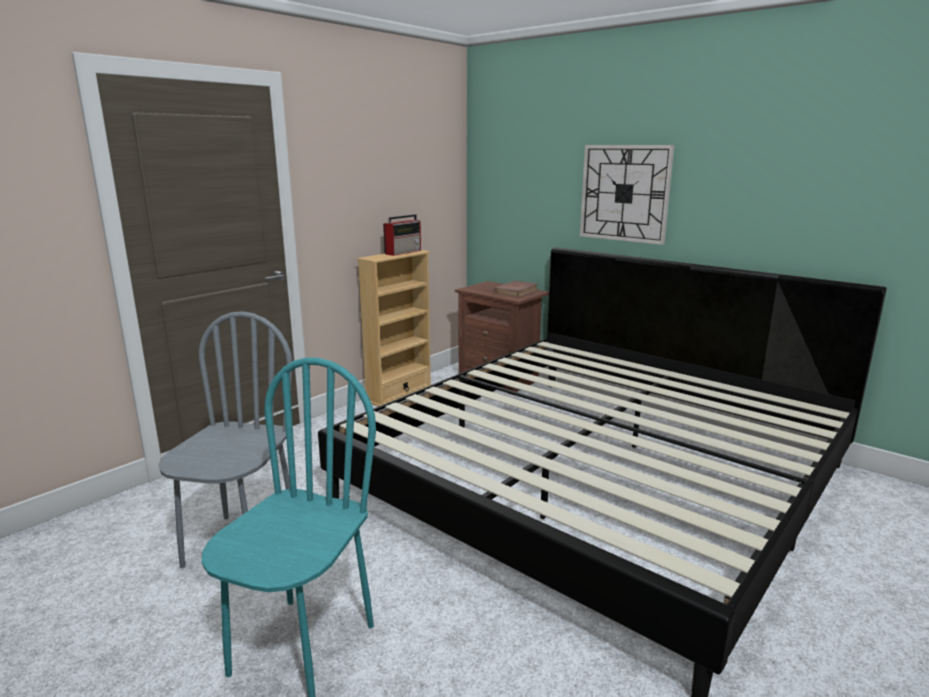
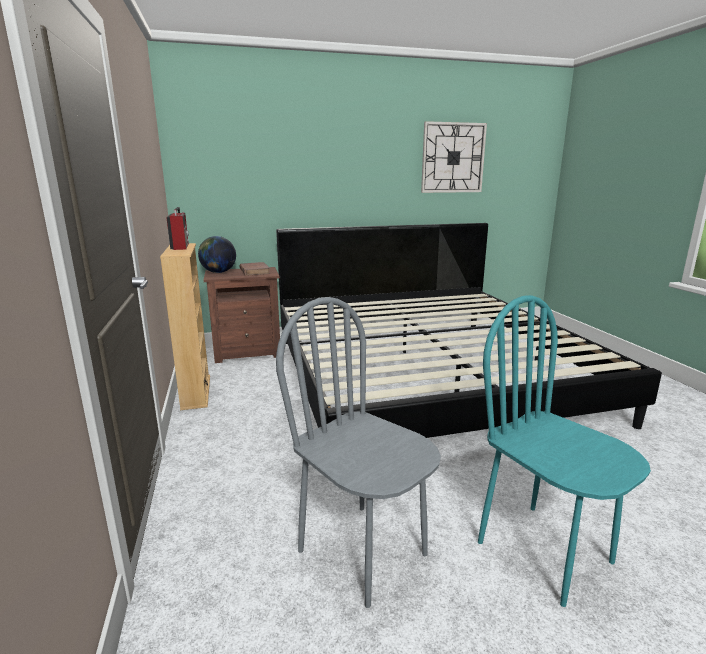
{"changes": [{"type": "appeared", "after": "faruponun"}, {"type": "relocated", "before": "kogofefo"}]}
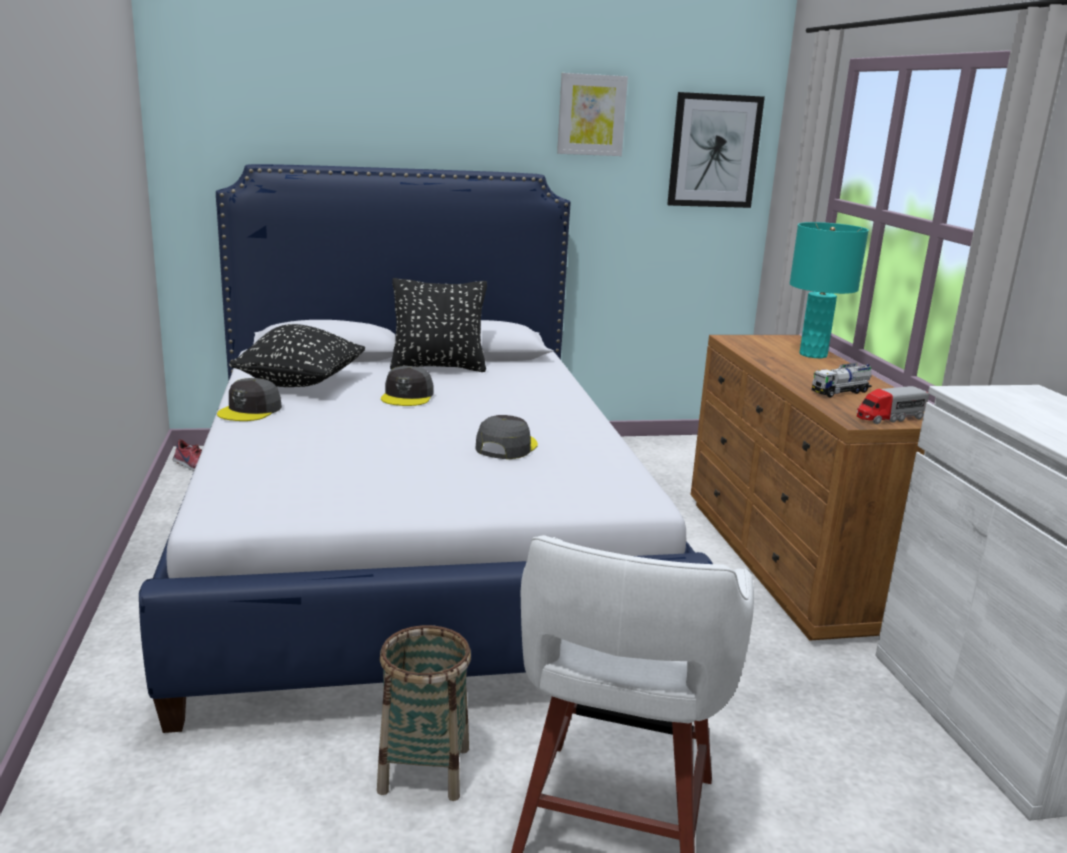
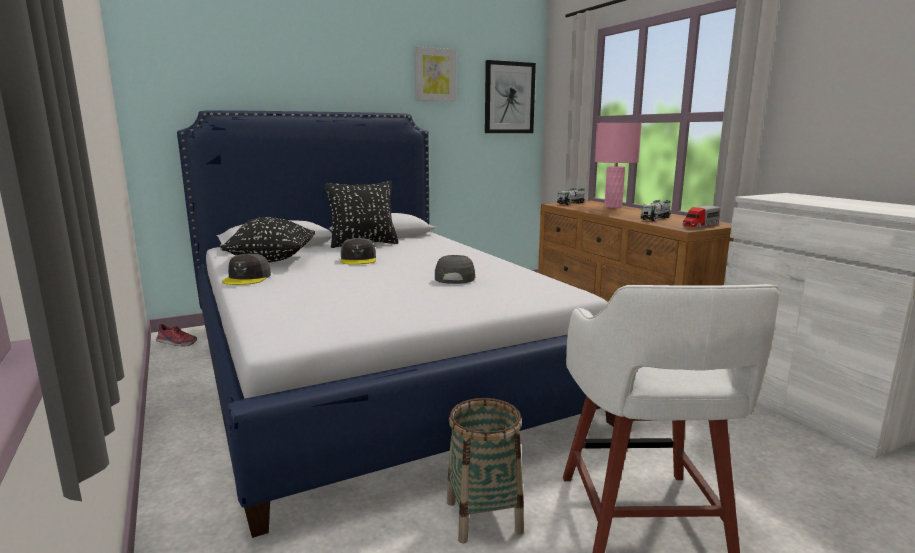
{"changes": [{"type": "appeared", "after": "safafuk (no. 1 from left)"}, {"type": "colour", "before": "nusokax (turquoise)", "after": "nusokax (pink)"}]}
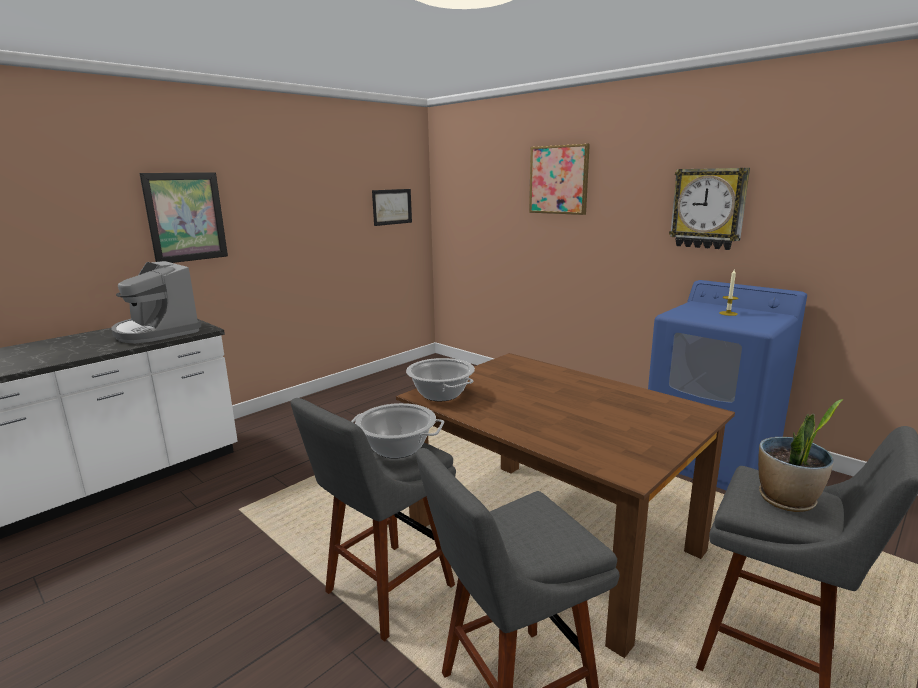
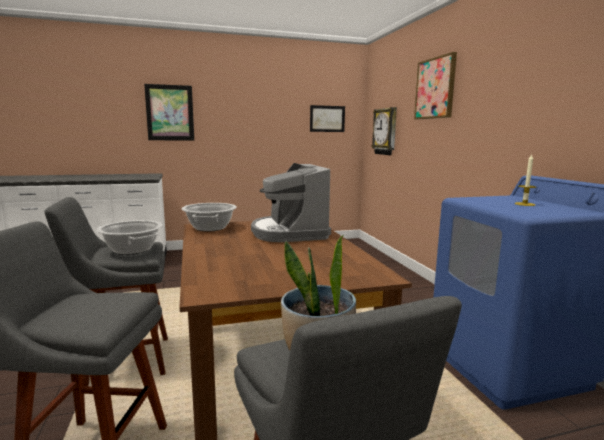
{"changes": [{"type": "relocated", "before": "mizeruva"}, {"type": "relocated", "before": "kogofefo"}]}
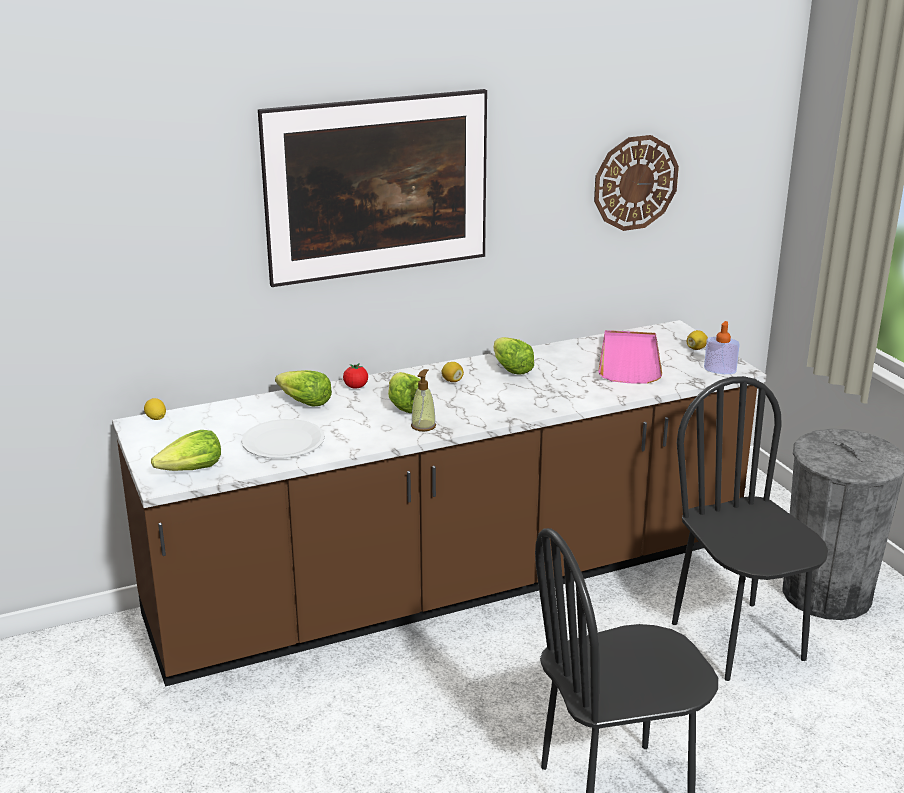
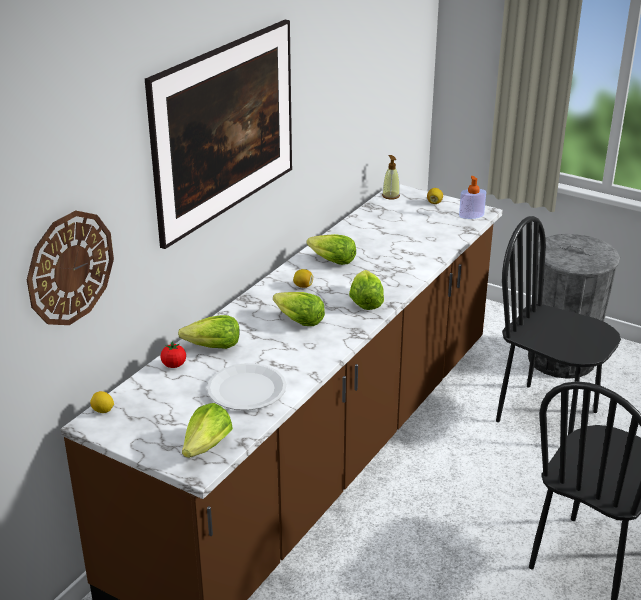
{"changes": [{"type": "relocated", "before": "kogofefo"}, {"type": "relocated", "before": "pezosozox"}, {"type": "appeared", "after": "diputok (no. 5 from left)"}, {"type": "relocated", "before": "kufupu (no. 1 from left)"}, {"type": "missing", "before": "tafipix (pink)"}]}
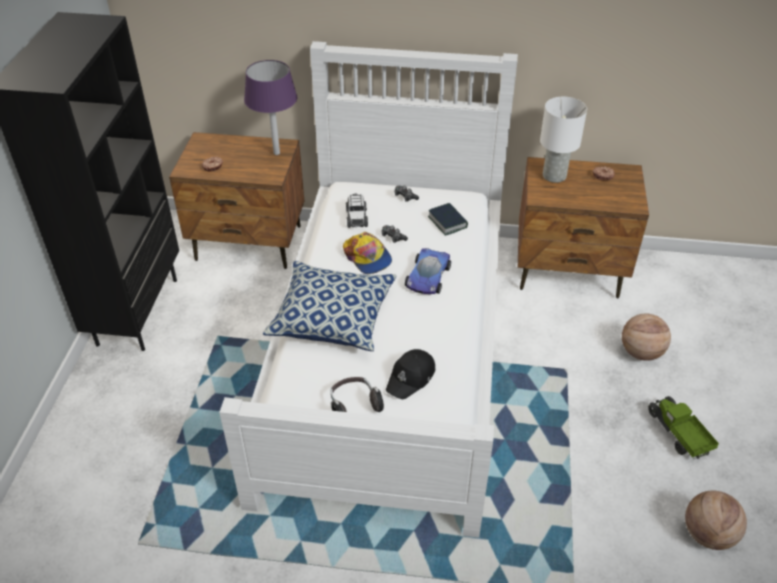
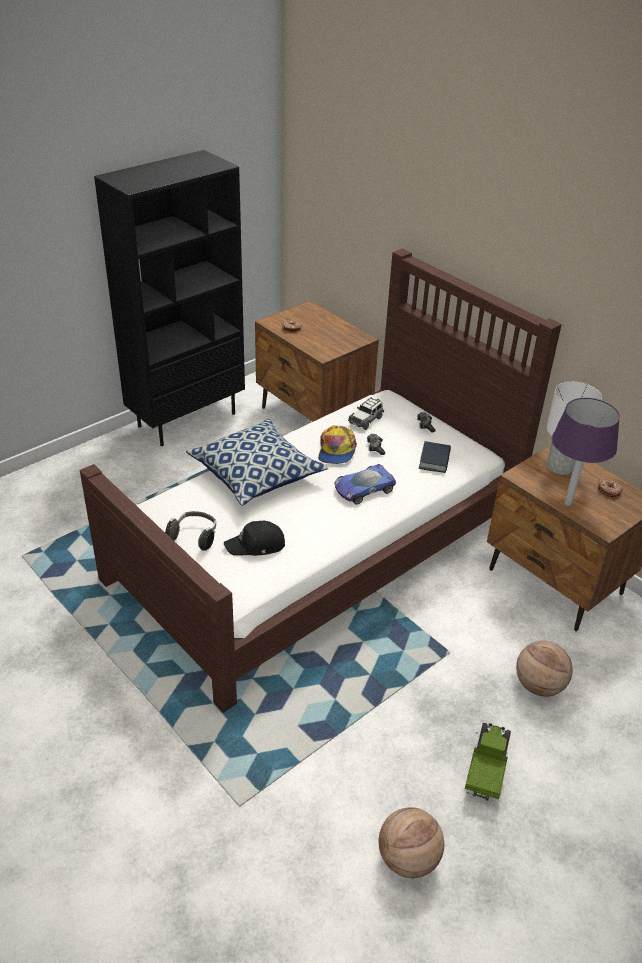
{"changes": [{"type": "colour", "before": "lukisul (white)", "after": "lukisul (brown)"}, {"type": "relocated", "before": "nusokax (purple)"}]}
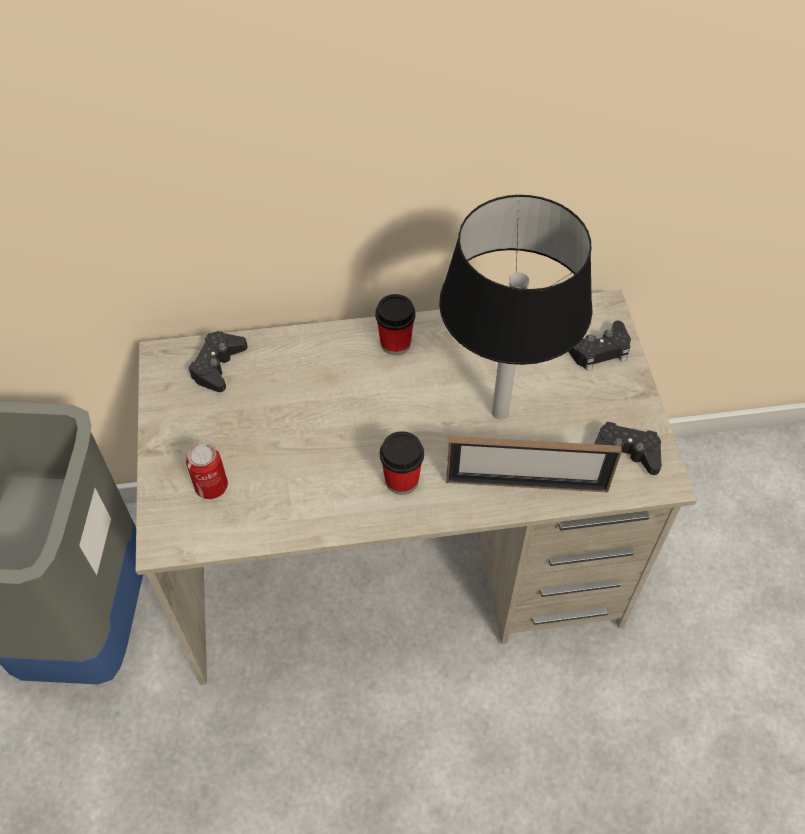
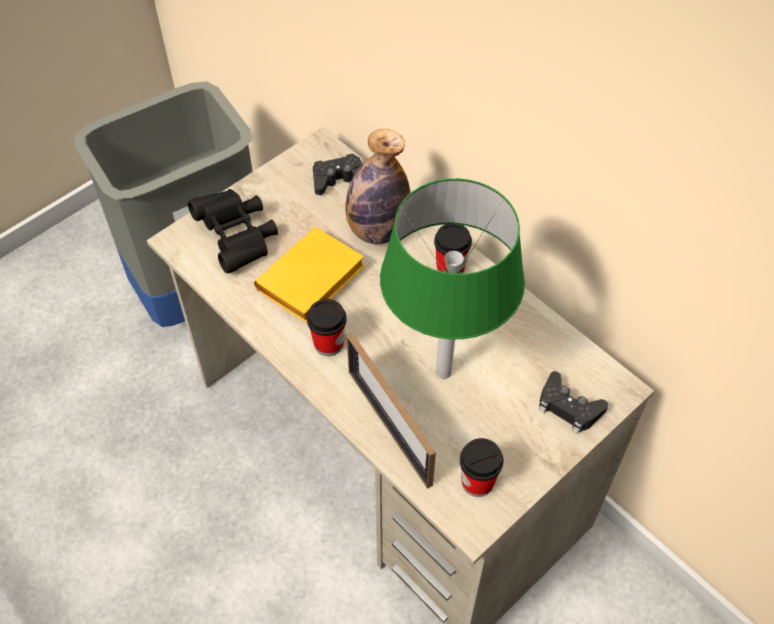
{"changes": [{"type": "exchanged", "before": "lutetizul", "after": "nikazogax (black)"}, {"type": "appeared", "after": "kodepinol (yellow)"}, {"type": "appeared", "after": "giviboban"}, {"type": "colour", "before": "nusokax (black)", "after": "nusokax (green)"}, {"type": "exchanged", "before": "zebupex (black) (no. 3 from left)", "after": "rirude (no. 3 from left)"}]}
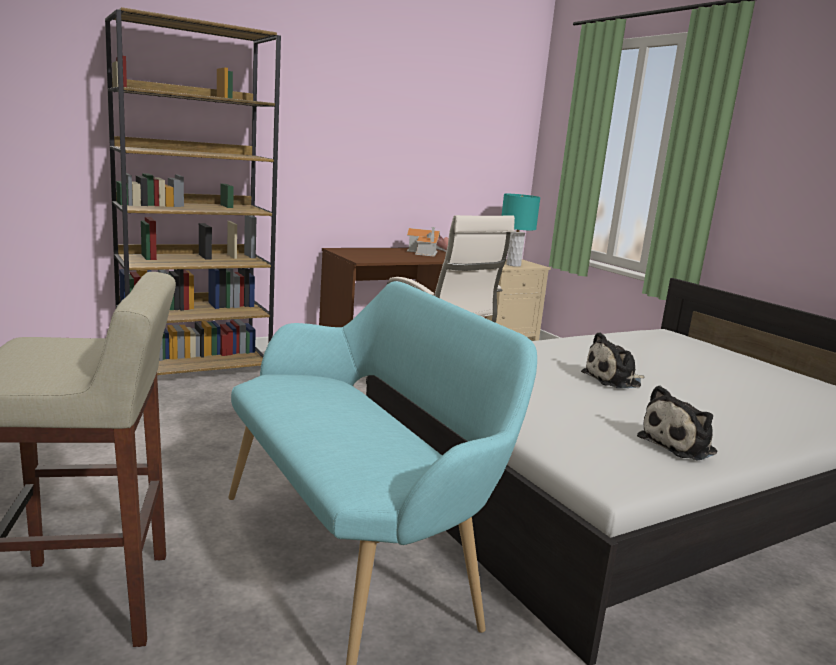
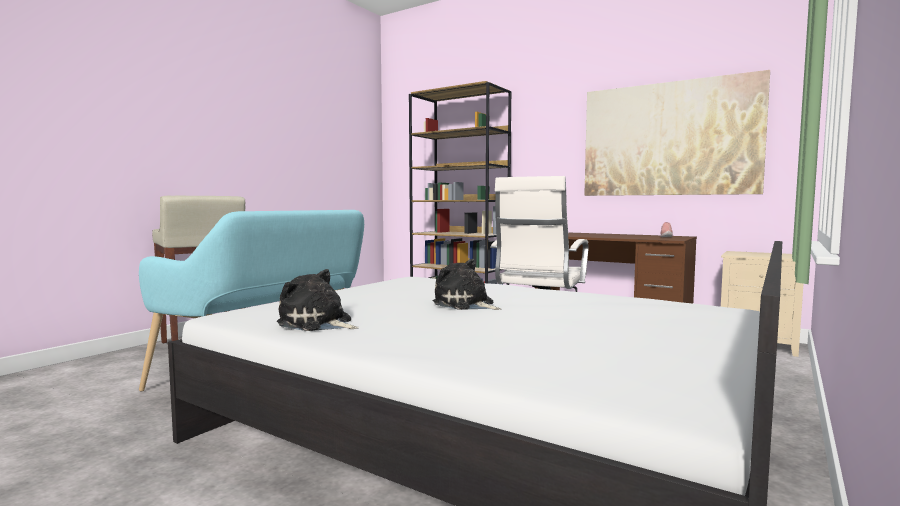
{"changes": [{"type": "appeared", "after": "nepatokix"}, {"type": "missing", "before": "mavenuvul"}, {"type": "missing", "before": "nusokax (turquoise)"}]}
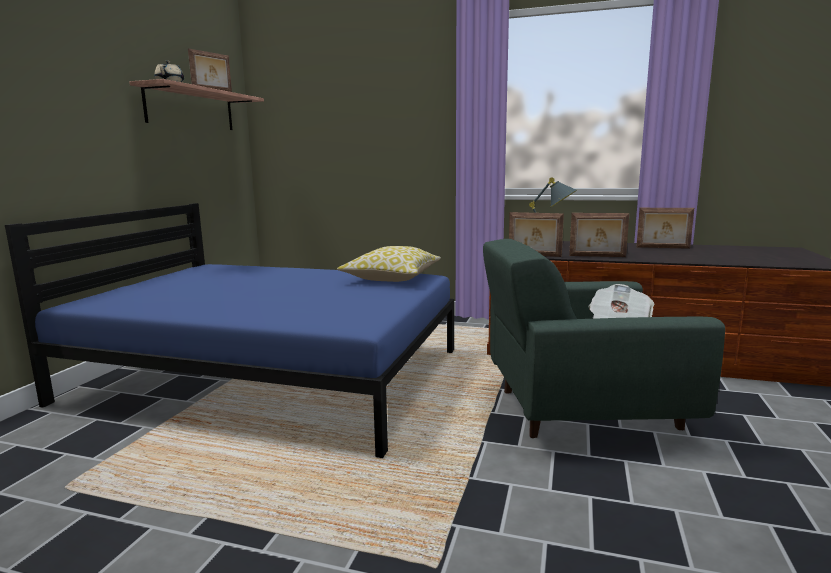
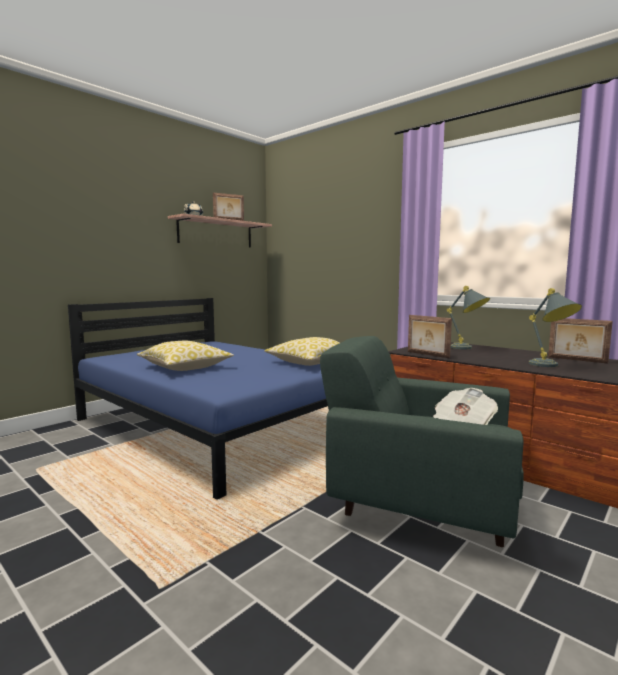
{"changes": [{"type": "appeared", "after": "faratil (no. 1 from left)"}, {"type": "appeared", "after": "nusokax (grey) (no. 2 from left)"}, {"type": "missing", "before": "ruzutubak (no. 3 from left)"}]}
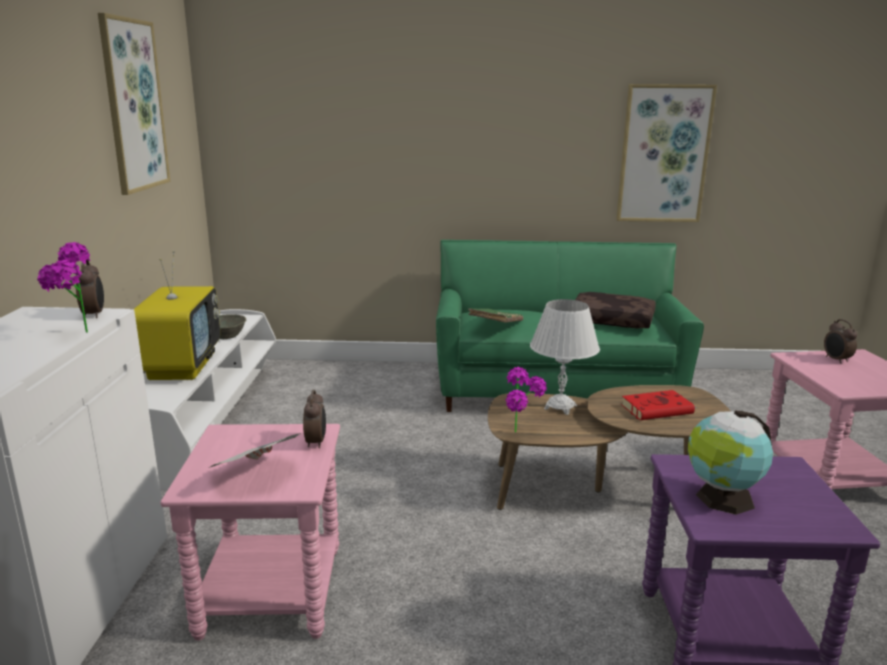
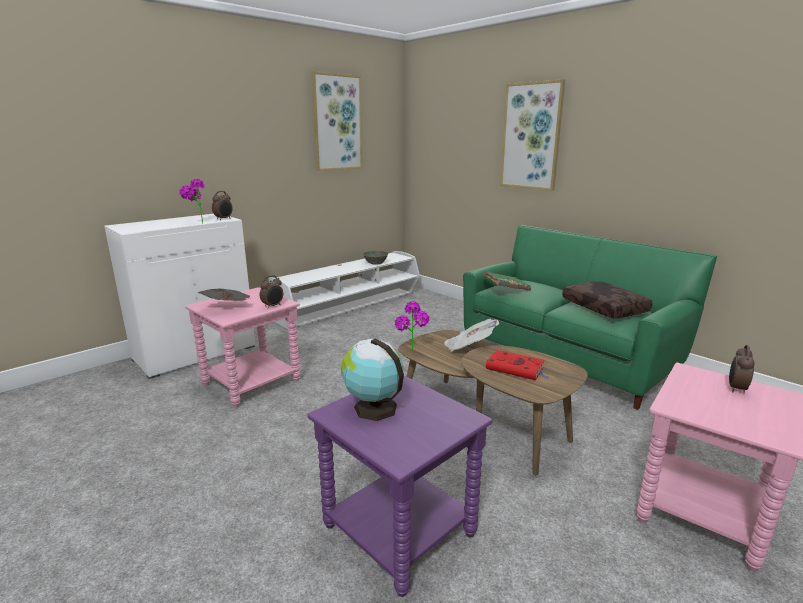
{"changes": [{"type": "exchanged", "before": "nusokax (white)", "after": "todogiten (no. 2 from left)"}, {"type": "relocated", "before": "nepatokix (no. 2 from left)"}, {"type": "missing", "before": "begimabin"}]}
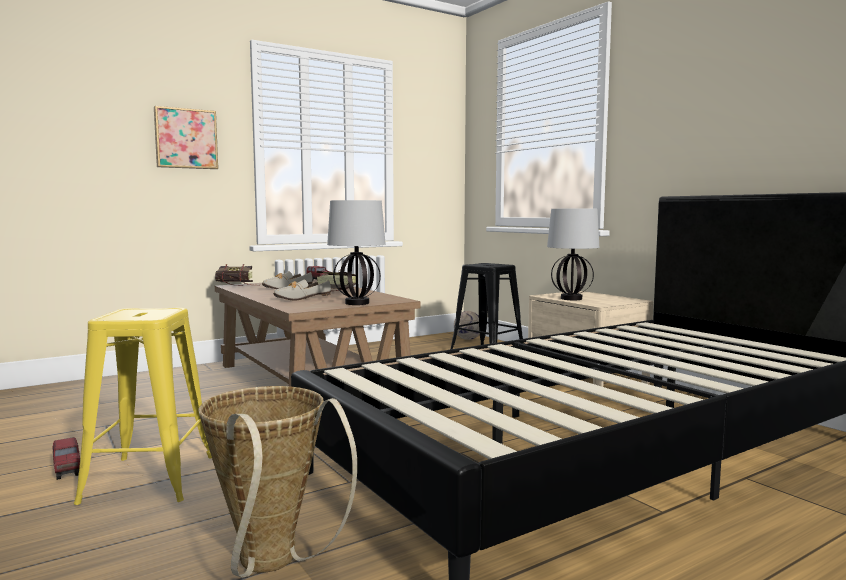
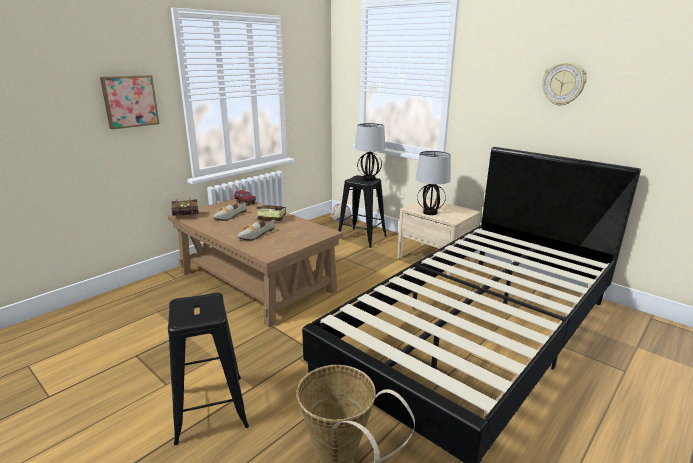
{"changes": [{"type": "colour", "before": "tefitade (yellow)", "after": "tefitade (black) (no. 1 from left)"}, {"type": "relocated", "before": "nusokax (no. 1 from left)"}, {"type": "appeared", "after": "kogofefo"}, {"type": "missing", "before": "safafuk (no. 1 from left)"}]}
